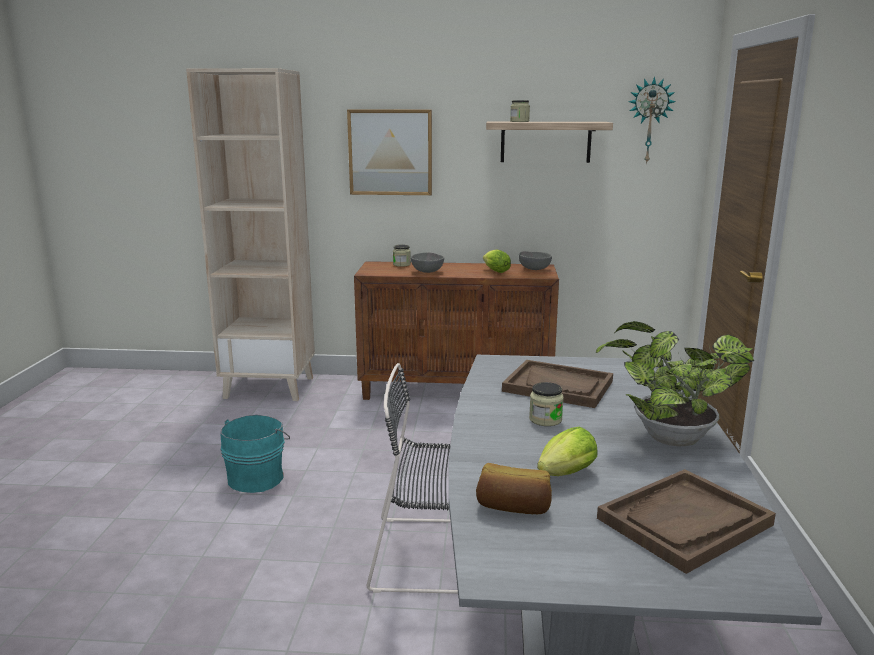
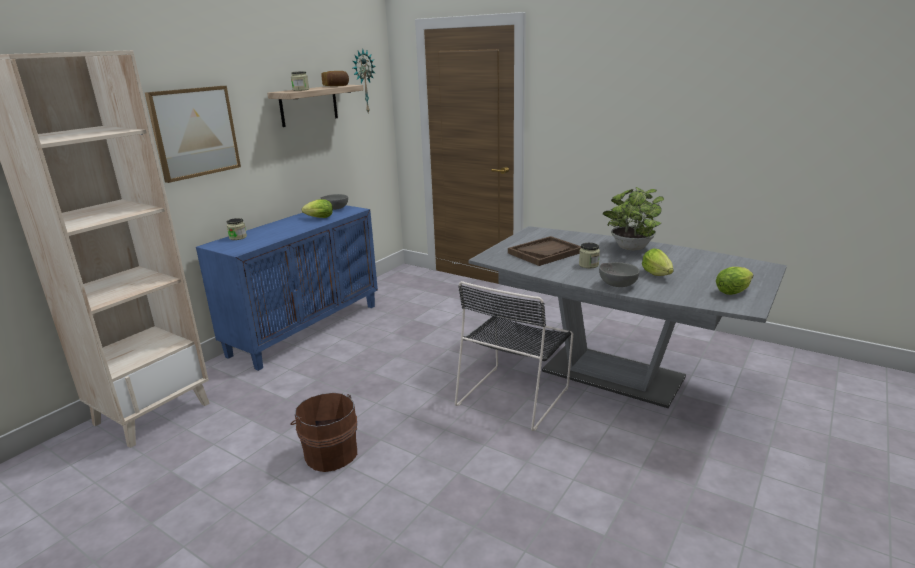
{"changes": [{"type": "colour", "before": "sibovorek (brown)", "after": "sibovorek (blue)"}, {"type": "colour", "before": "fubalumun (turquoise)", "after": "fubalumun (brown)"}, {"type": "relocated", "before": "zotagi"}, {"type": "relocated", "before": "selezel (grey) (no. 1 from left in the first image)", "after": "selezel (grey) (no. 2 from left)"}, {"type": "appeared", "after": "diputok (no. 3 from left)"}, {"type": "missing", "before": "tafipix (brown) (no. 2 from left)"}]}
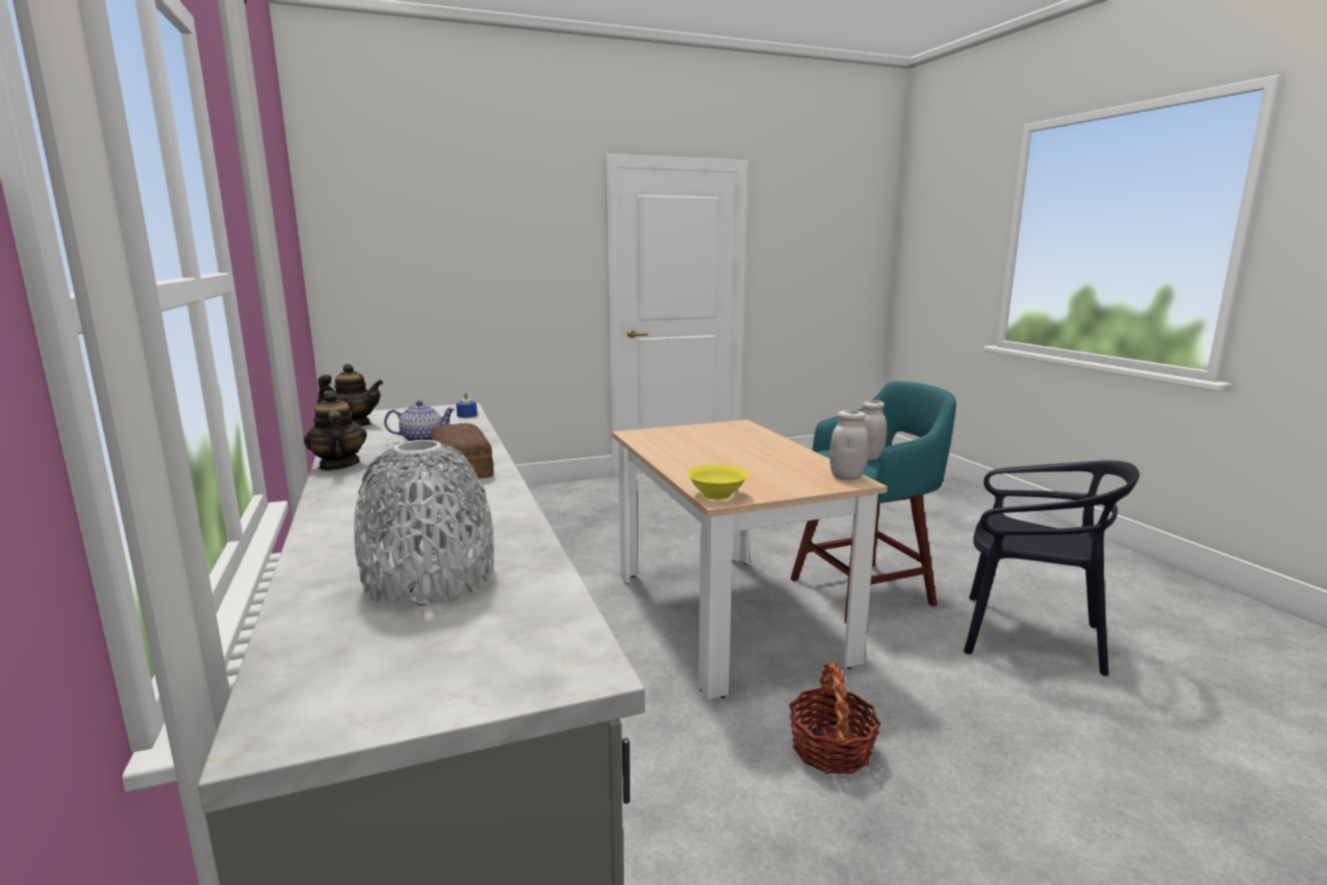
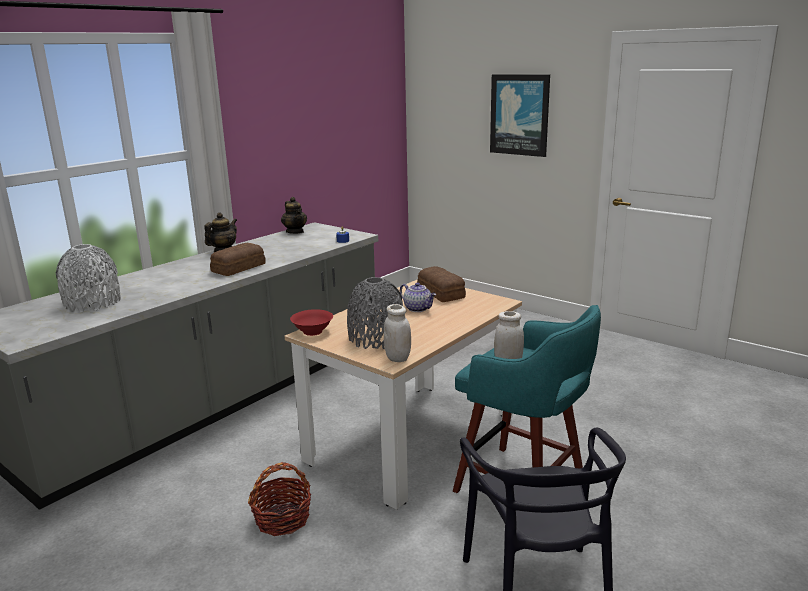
{"changes": [{"type": "colour", "before": "selezel (yellow)", "after": "selezel (red)"}, {"type": "appeared", "after": "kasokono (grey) (no. 2 from left)"}, {"type": "relocated", "before": "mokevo (no. 3 from left)"}, {"type": "appeared", "after": "zotagi (no. 2 from left)"}, {"type": "appeared", "after": "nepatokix"}]}
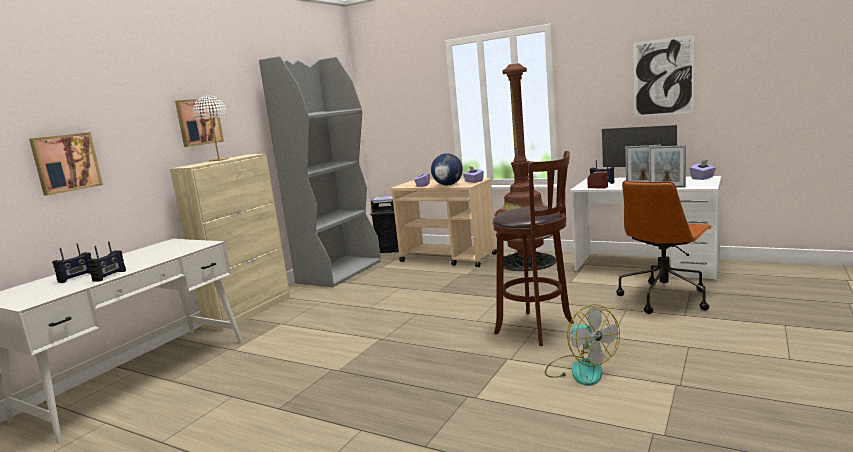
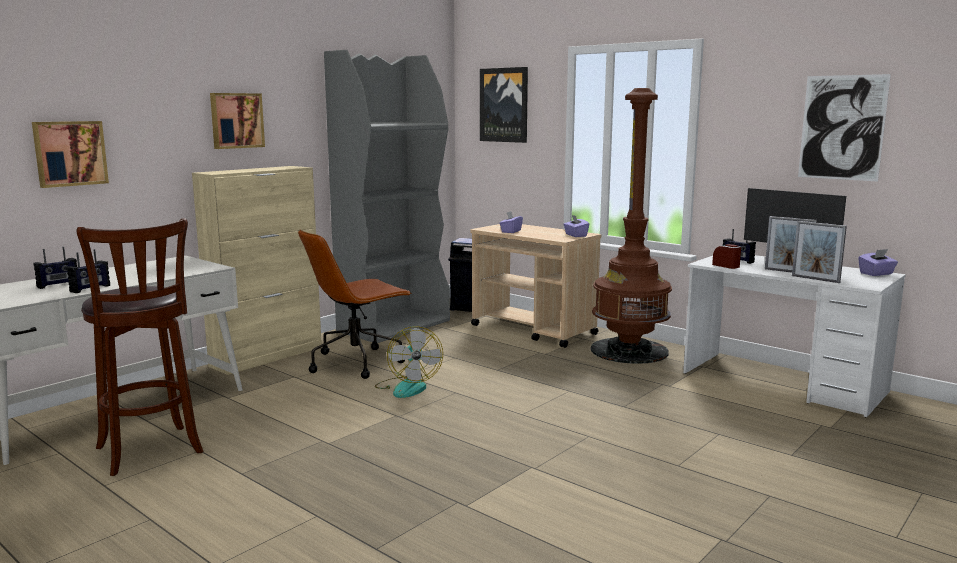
{"changes": [{"type": "relocated", "before": "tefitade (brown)"}, {"type": "relocated", "before": "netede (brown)"}, {"type": "relocated", "before": "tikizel"}, {"type": "appeared", "after": "nepatokix (no. 3 from left)"}, {"type": "missing", "before": "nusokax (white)"}, {"type": "missing", "before": "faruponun"}]}
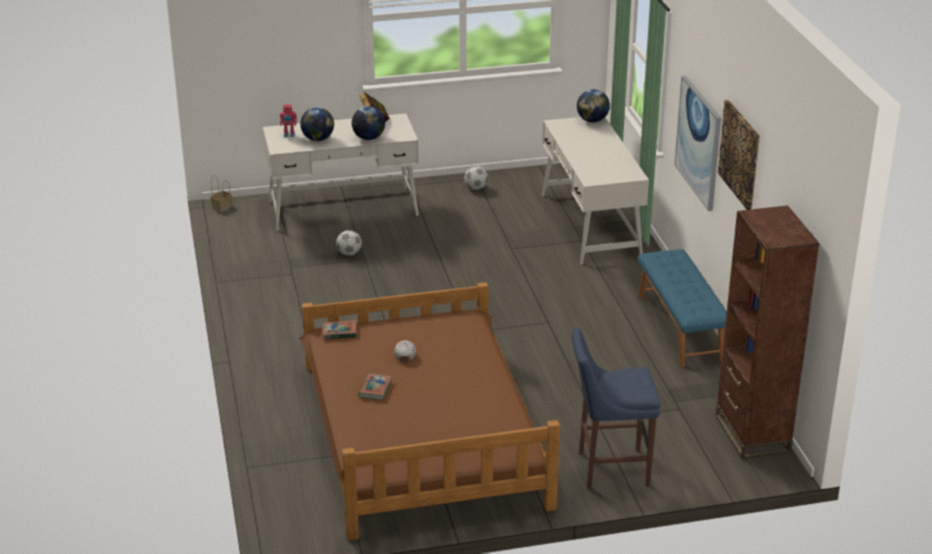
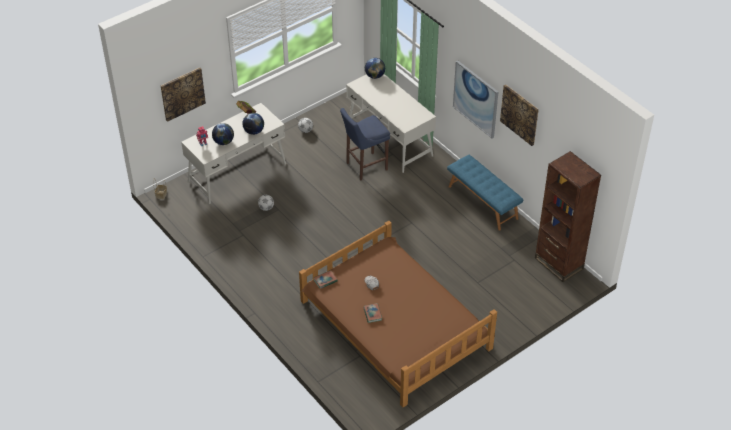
{"changes": [{"type": "appeared", "after": "nepatokix (no. 1 from left)"}, {"type": "relocated", "before": "tefitade (blue)"}]}
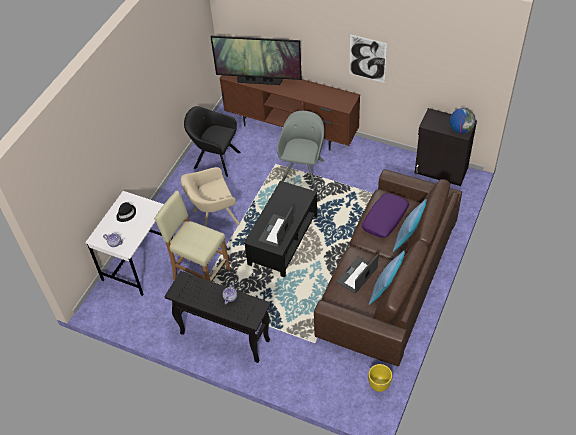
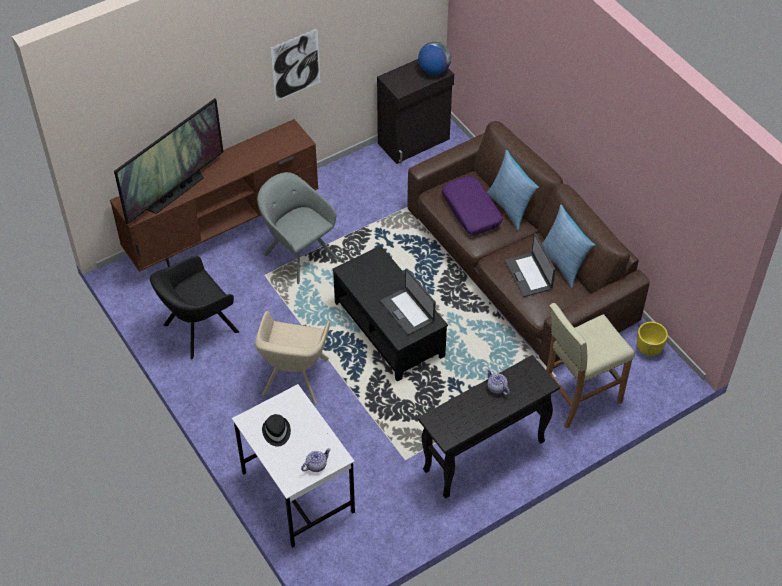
{"changes": [{"type": "relocated", "before": "tefitade (beige)"}]}
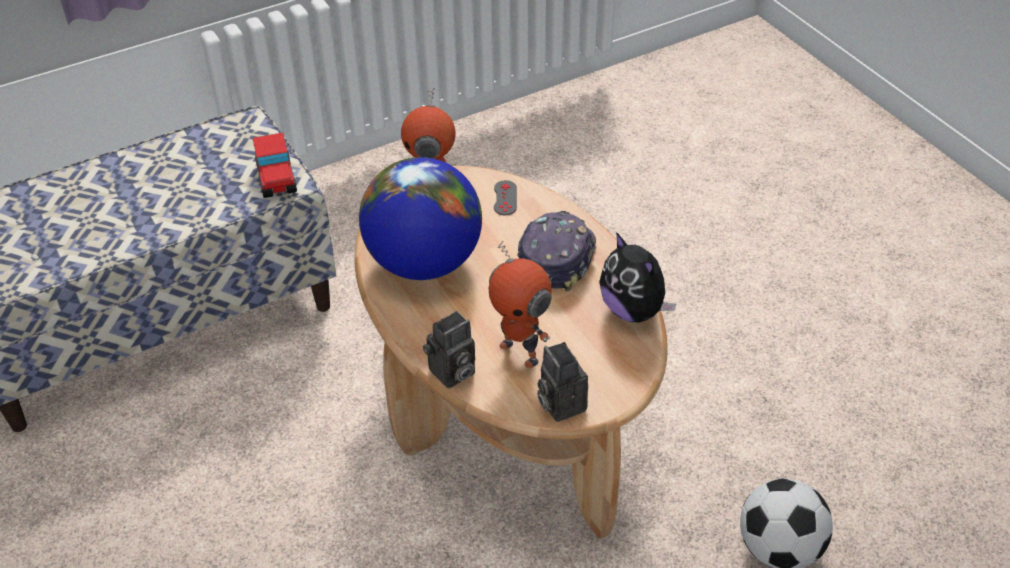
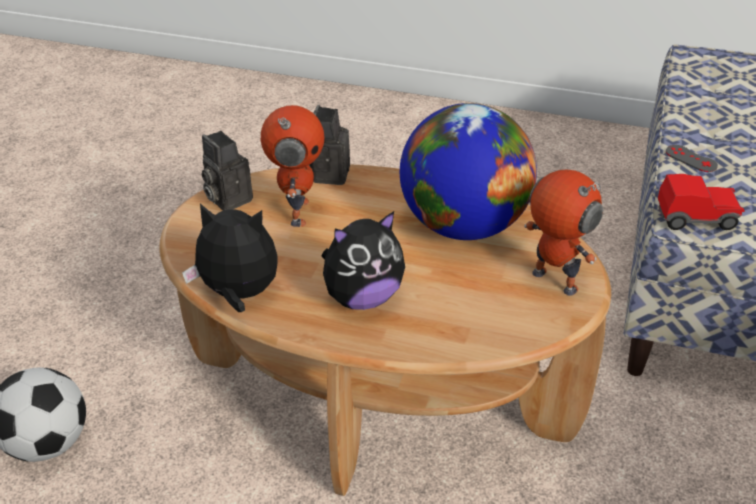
{"changes": [{"type": "spun", "before": "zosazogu (no. 2 from left in the first image)", "turn": -150}, {"type": "spun", "before": "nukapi (no. 2 from left in the first image)", "turn": 90}, {"type": "exchanged", "before": "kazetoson", "after": "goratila (no. 2 from left)"}, {"type": "spun", "before": "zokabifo", "turn": 150}, {"type": "relocated", "before": "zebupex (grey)"}]}
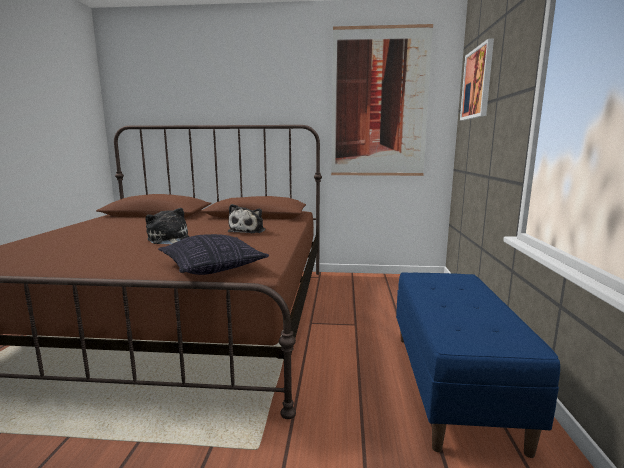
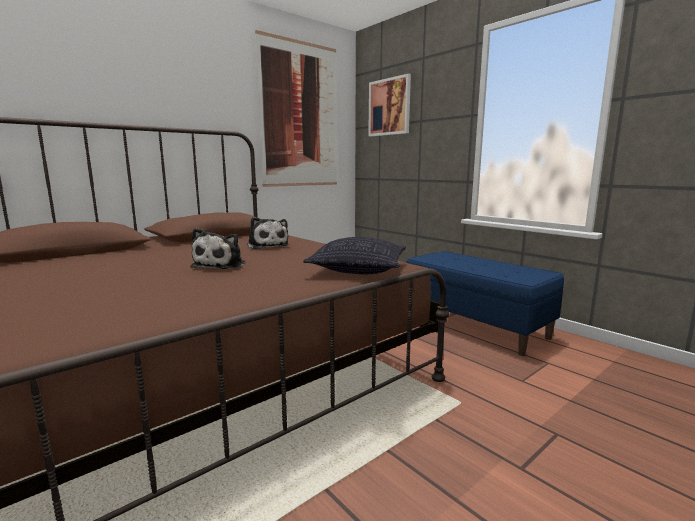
{"changes": [{"type": "spun", "before": "goratila (no. 1 from left)", "turn": -90}]}
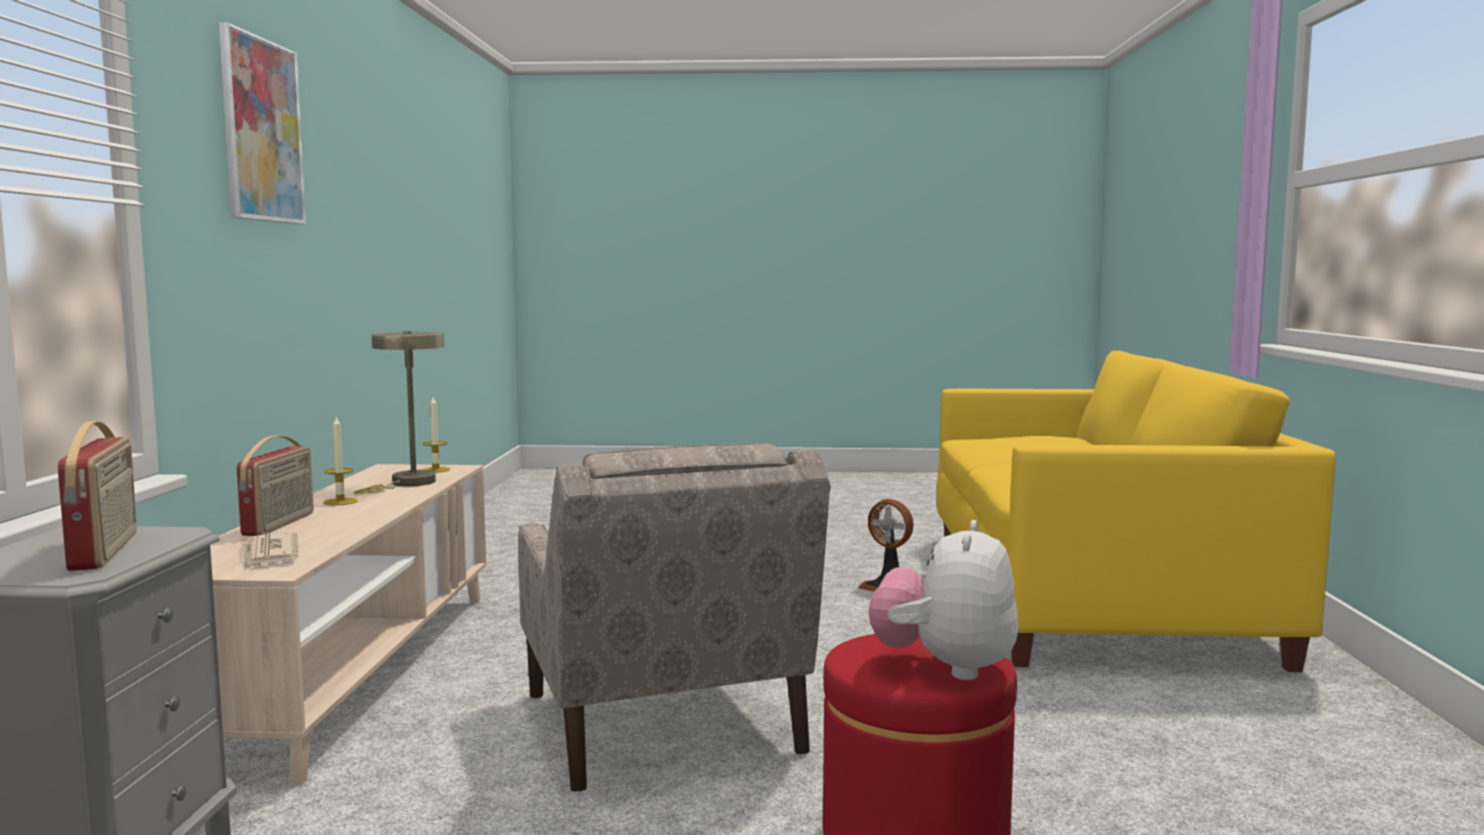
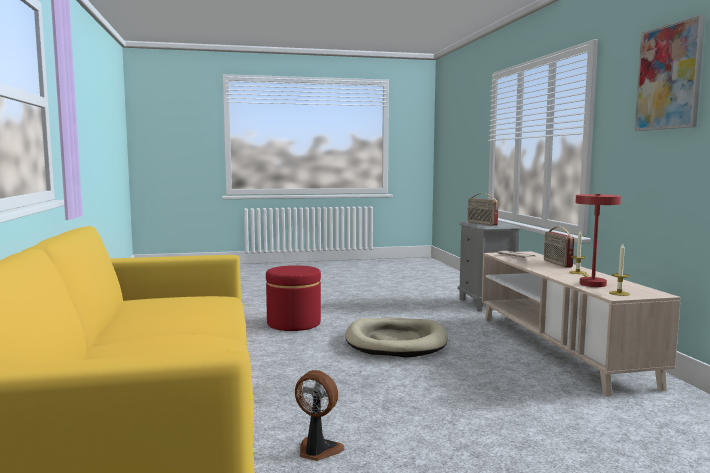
{"changes": [{"type": "exchanged", "before": "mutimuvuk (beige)", "after": "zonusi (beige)"}, {"type": "colour", "before": "nusokax (beige)", "after": "nusokax (red)"}, {"type": "missing", "before": "goratila"}]}
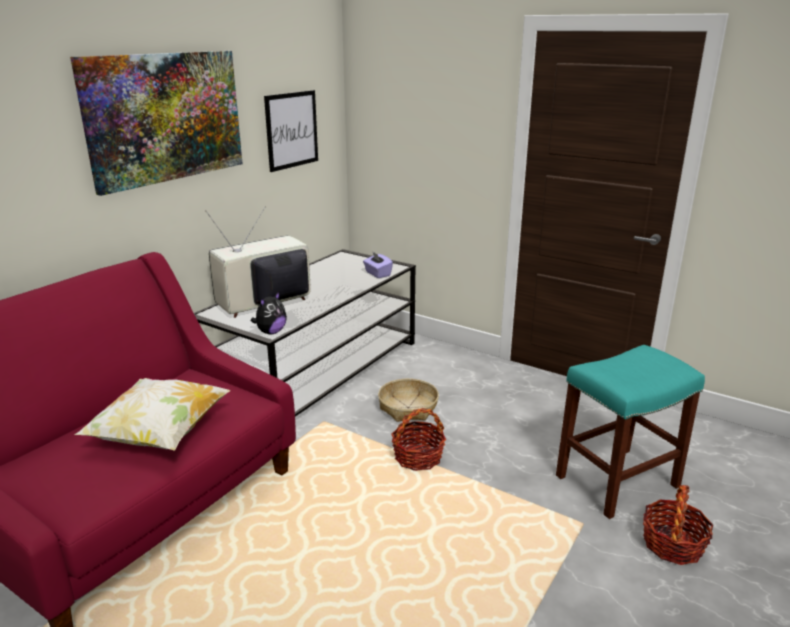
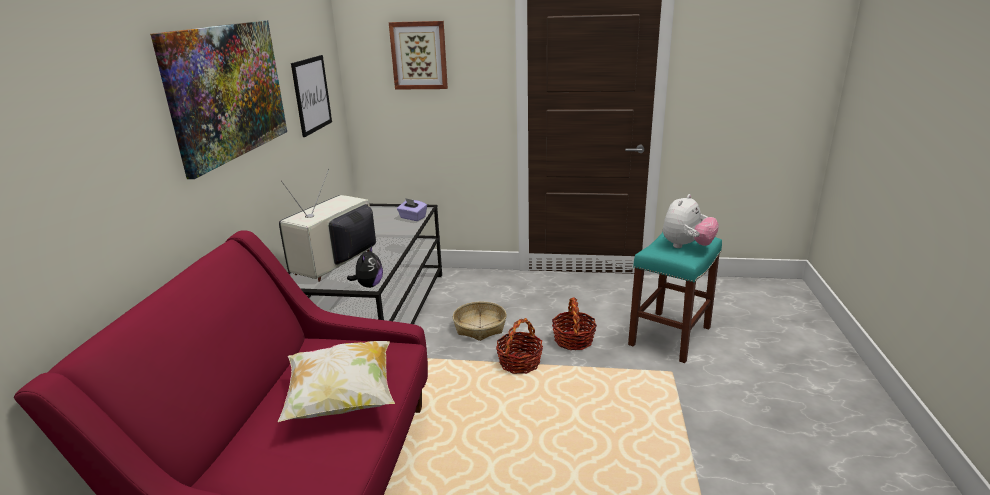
{"changes": [{"type": "appeared", "after": "nepatokix (no. 3 from left)"}, {"type": "relocated", "before": "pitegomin (no. 3 from left)"}, {"type": "appeared", "after": "goratila (no. 2 from left)"}]}
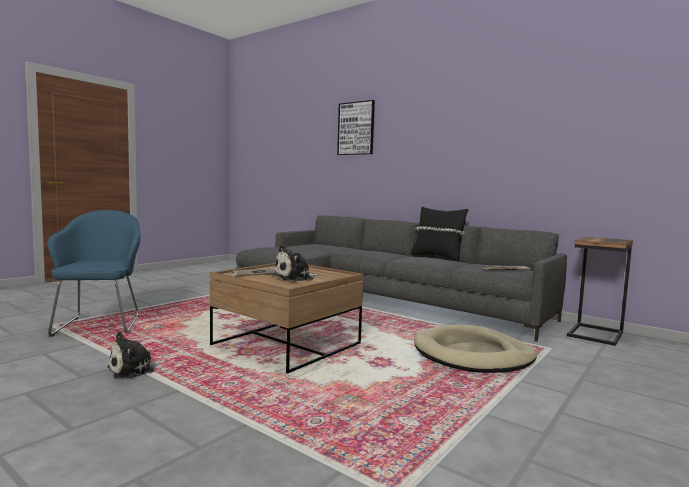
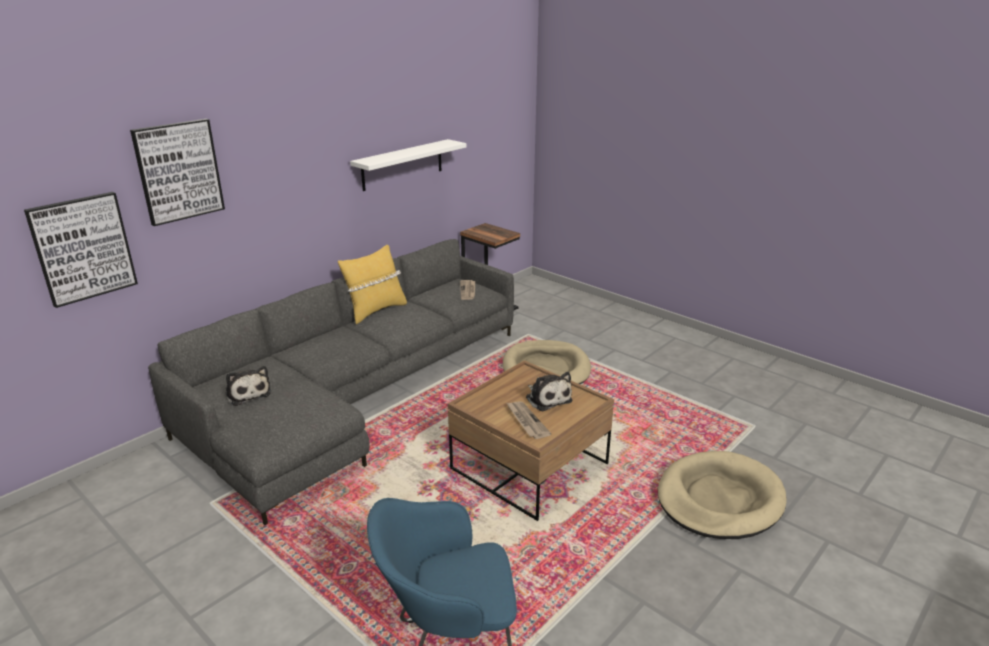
{"changes": [{"type": "appeared", "after": "nepatokix (no. 1 from left)"}, {"type": "relocated", "before": "goratila (no. 1 from left)"}, {"type": "colour", "before": "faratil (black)", "after": "faratil (yellow)"}, {"type": "appeared", "after": "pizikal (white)"}, {"type": "appeared", "after": "zonusi (beige) (no. 2 from left)"}]}
